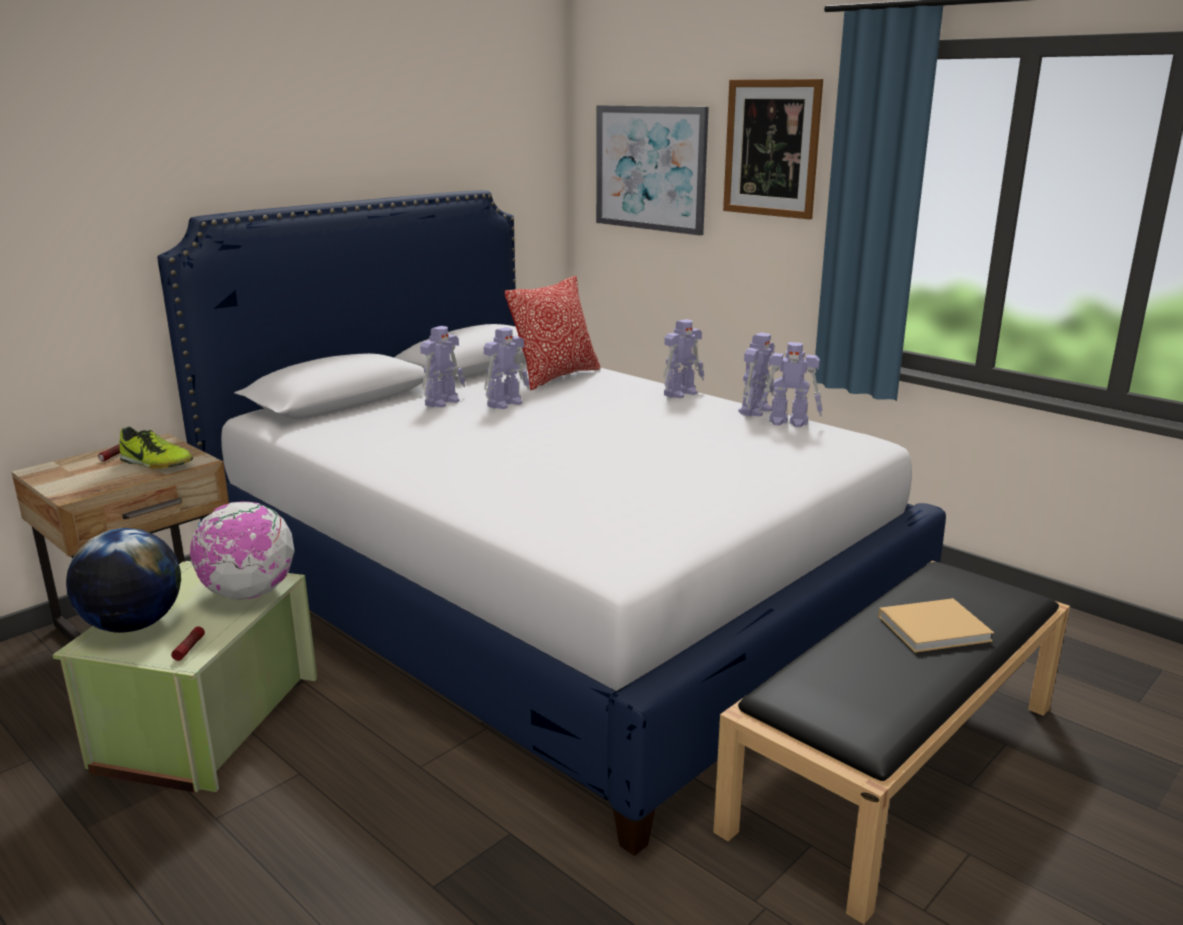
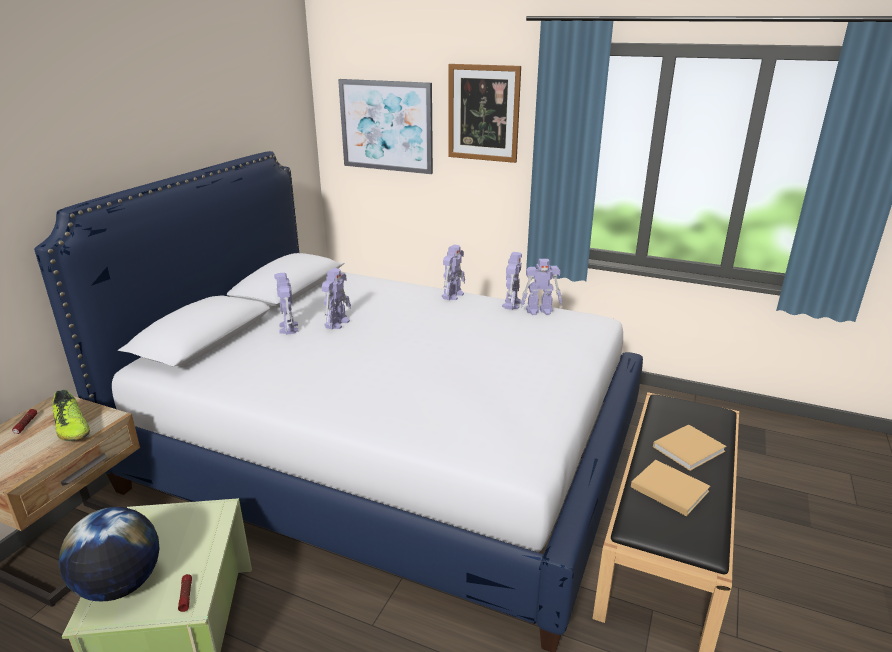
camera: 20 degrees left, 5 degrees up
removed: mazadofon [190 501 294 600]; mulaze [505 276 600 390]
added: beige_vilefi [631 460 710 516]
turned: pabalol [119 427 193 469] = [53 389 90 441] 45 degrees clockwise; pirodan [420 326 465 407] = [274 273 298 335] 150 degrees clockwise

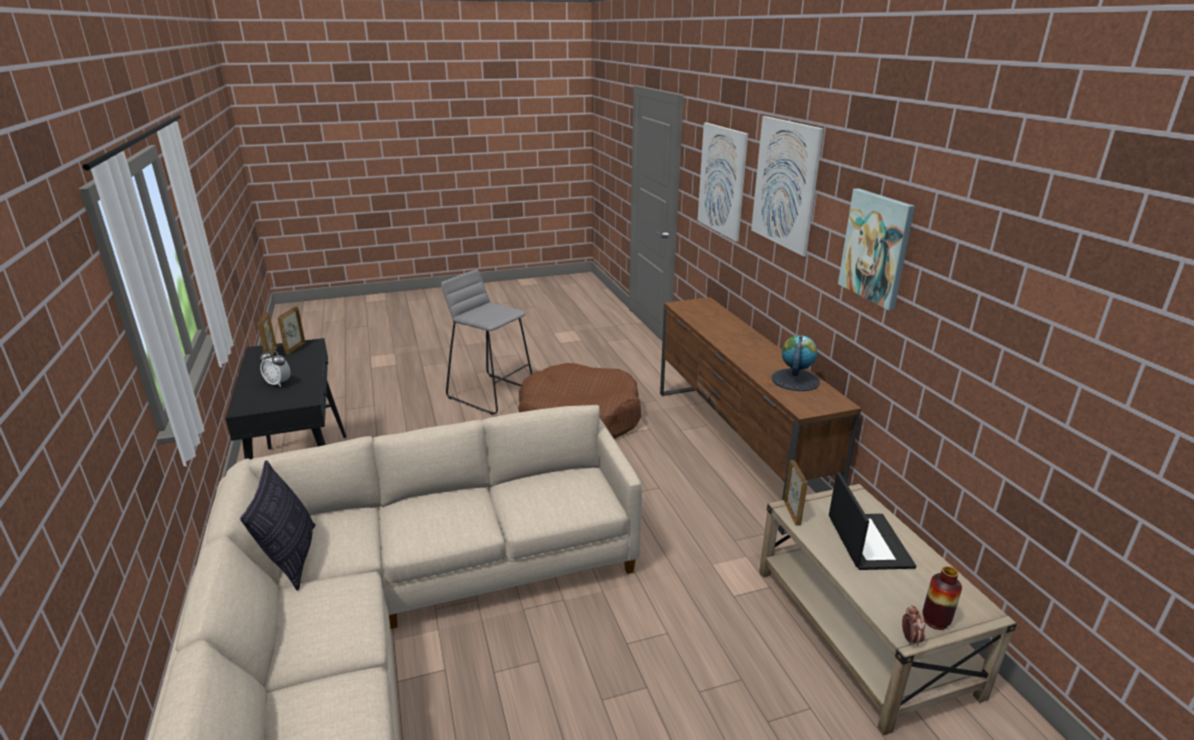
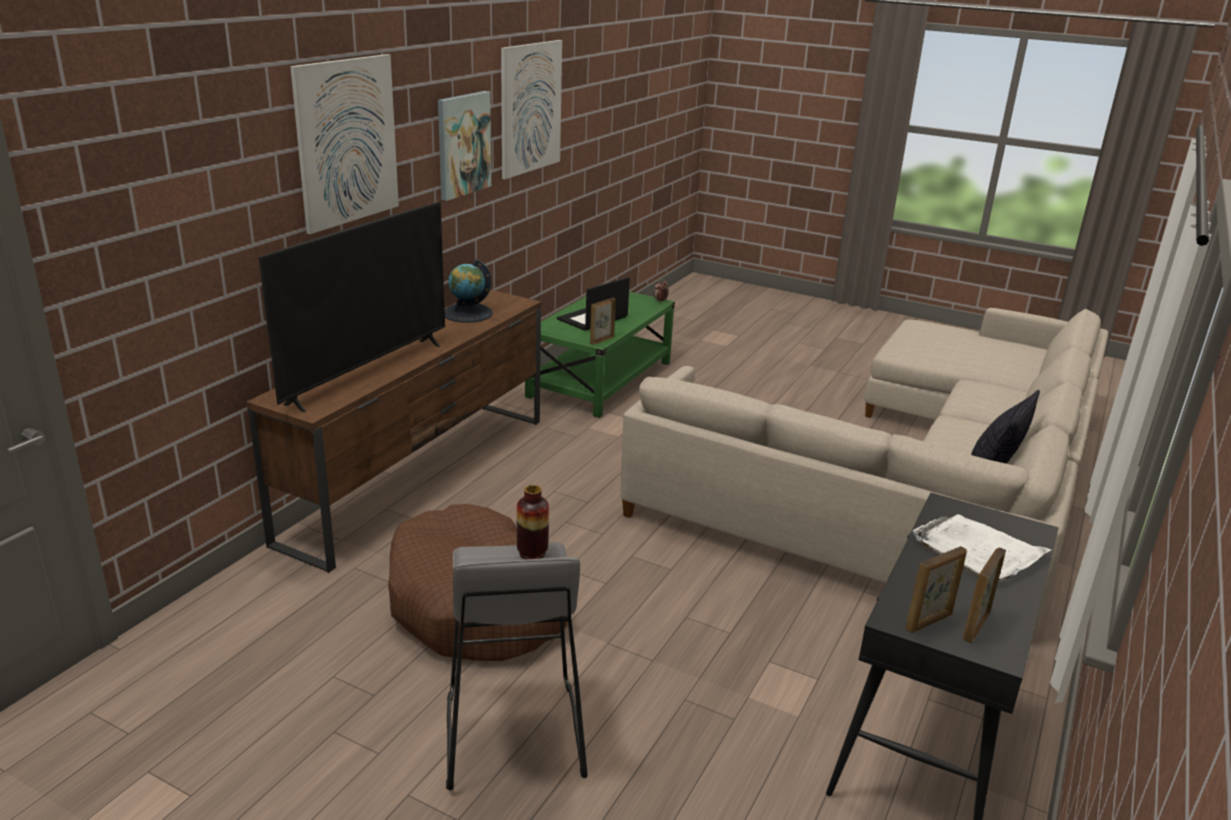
camera: 135 degrees left, 0 degrees up
added: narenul [259 202 445 412]
moved: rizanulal [698 123 748 242] to [501 40 562 179]; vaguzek [922 566 962 630] to [517 485 549 559]
replaced: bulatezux [259 349 291 387] to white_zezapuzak [912 514 1052 581]
recoloured: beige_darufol [759 484 1017 735] to green_darufol [525 292 675 418]

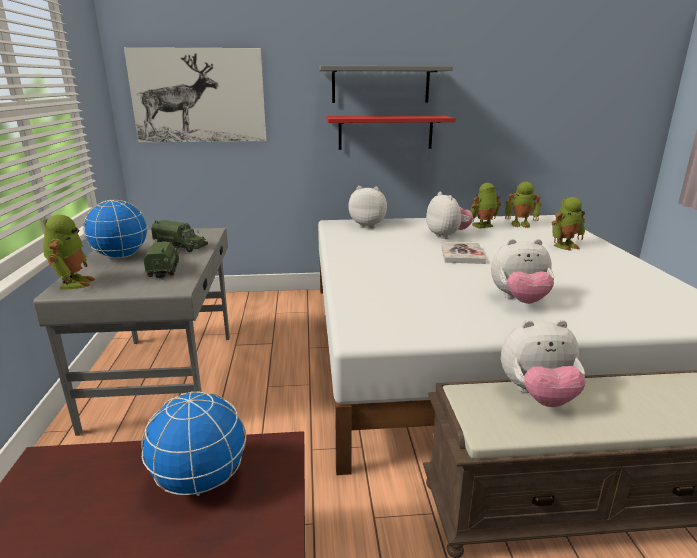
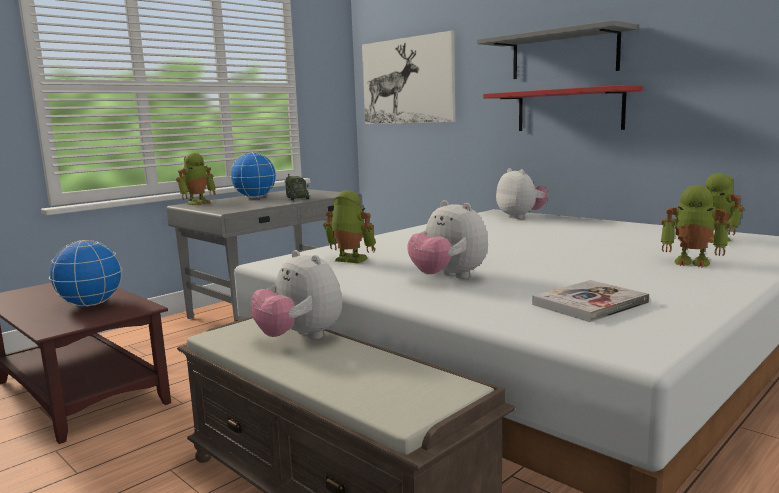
camera: 50 degrees right, 10 degrees down
removed: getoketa [143 241 179 279]; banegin [426 192 473 239]
moved: vilefi [442 242 486 264] to [532 280 649 322]; pirodan [471 183 501 229] to [323 190 376 263]

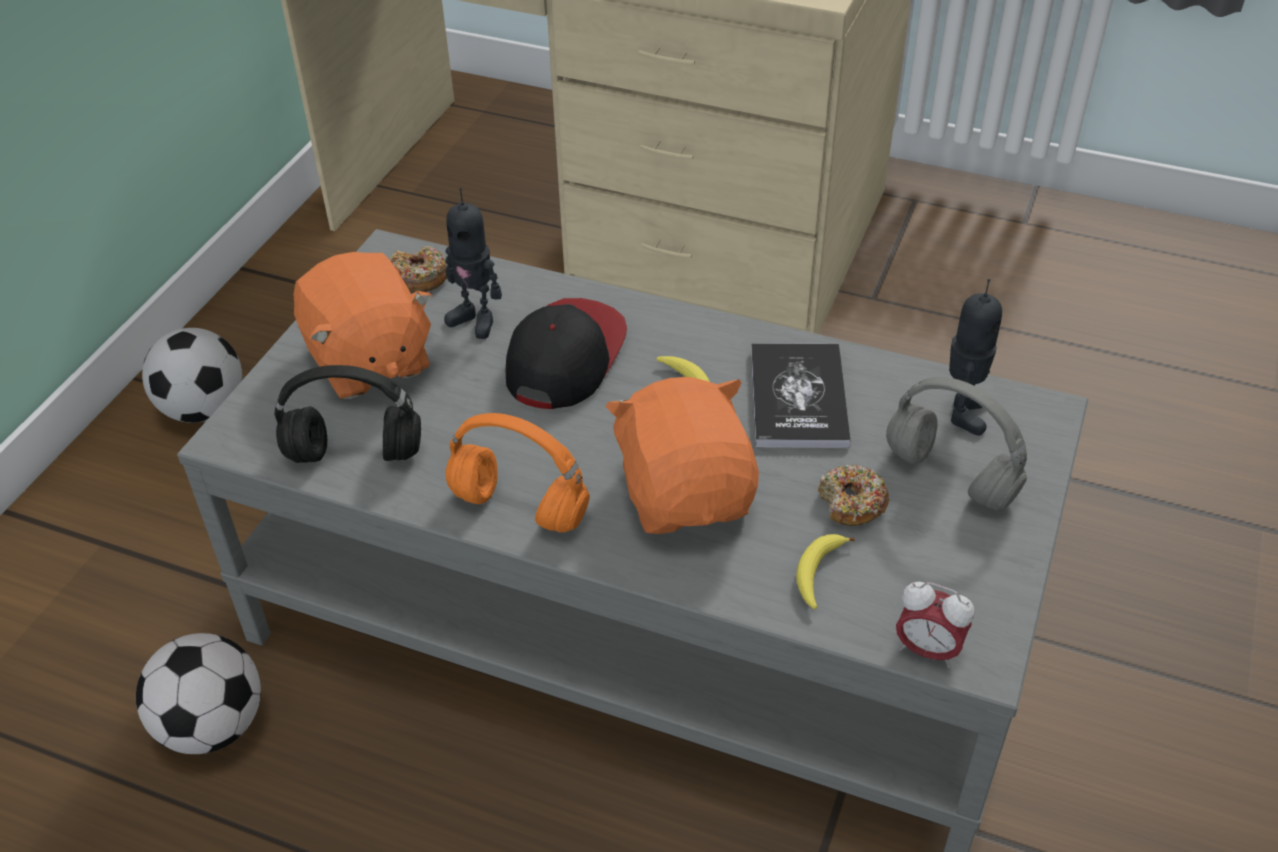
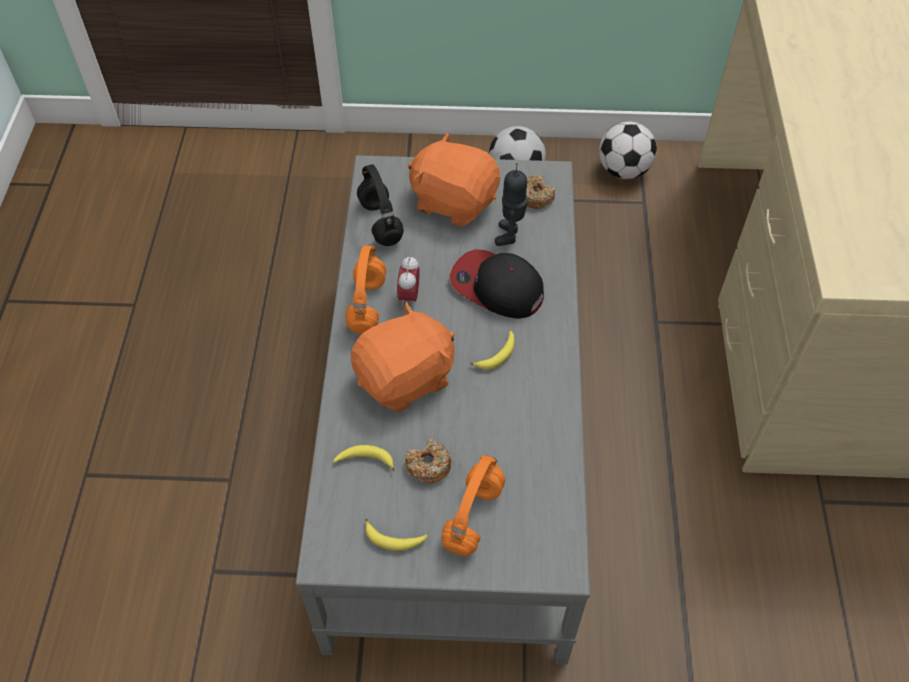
camera: 70 degrees right, 10 degrees up
removed: vilefi [751 343 851 448]; pirodan [949 279 1002 436]
added: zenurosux [365 518 428 551]
moved: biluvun [136 633 261 754] to [599 122 657 179]; bulatezux [896 582 974 668] to [397 256 420 307]
recoloured: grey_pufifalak [886 377 1027 509] to orange_pufifalak [441 455 505 556]
turned: orange_banegin [293 252 432 399] = [408 132 500 227] 75 degrees clockwise; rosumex [506 298 627 409] = [450 249 544 319] 150 degrees counterclockwise

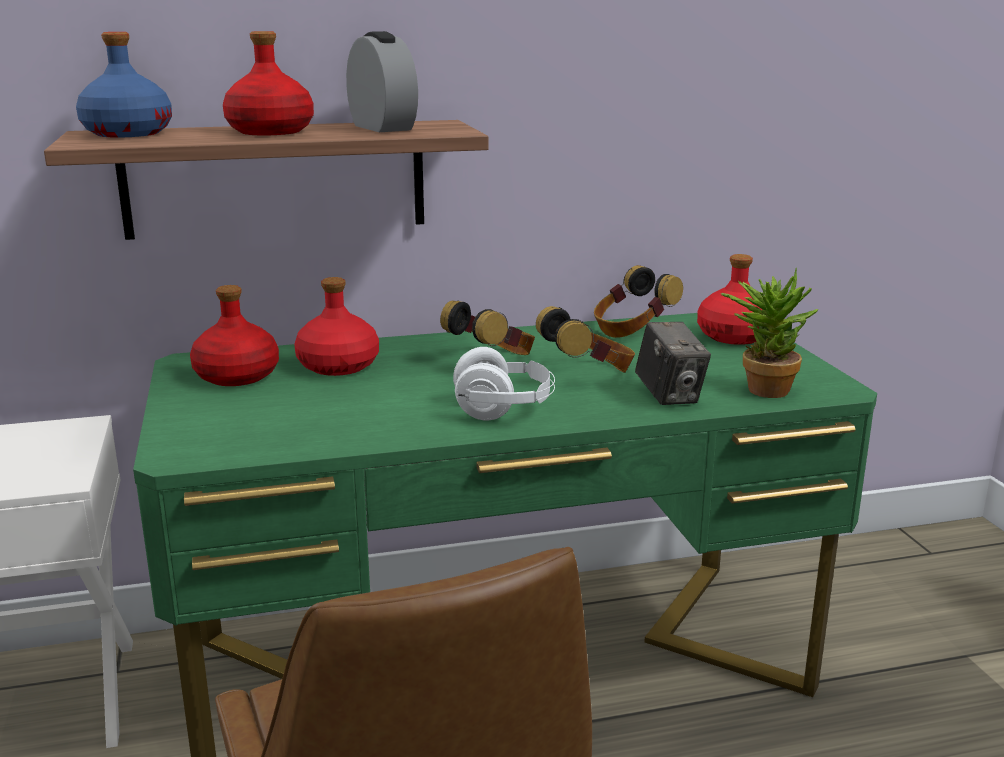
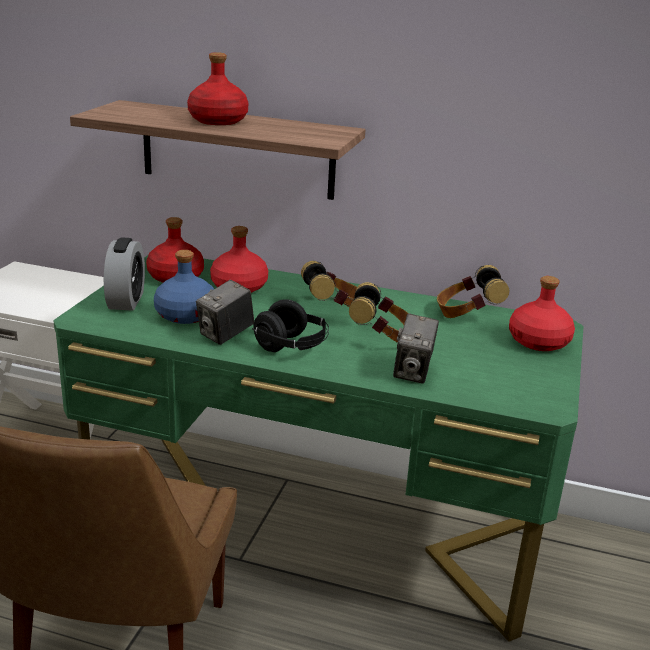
camera: 30 degrees right, 5 degrees up
removed: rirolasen [721 267 819 398]
added: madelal [196 280 254 345]
moved: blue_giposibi [76 32 172 138] to [154 250 214 324]; bulatezux [346 31 418 132] to [104 238 145 311]
recoloured: white_pufifalak [453 347 555 421] to black_pufifalak [252 299 329 352]

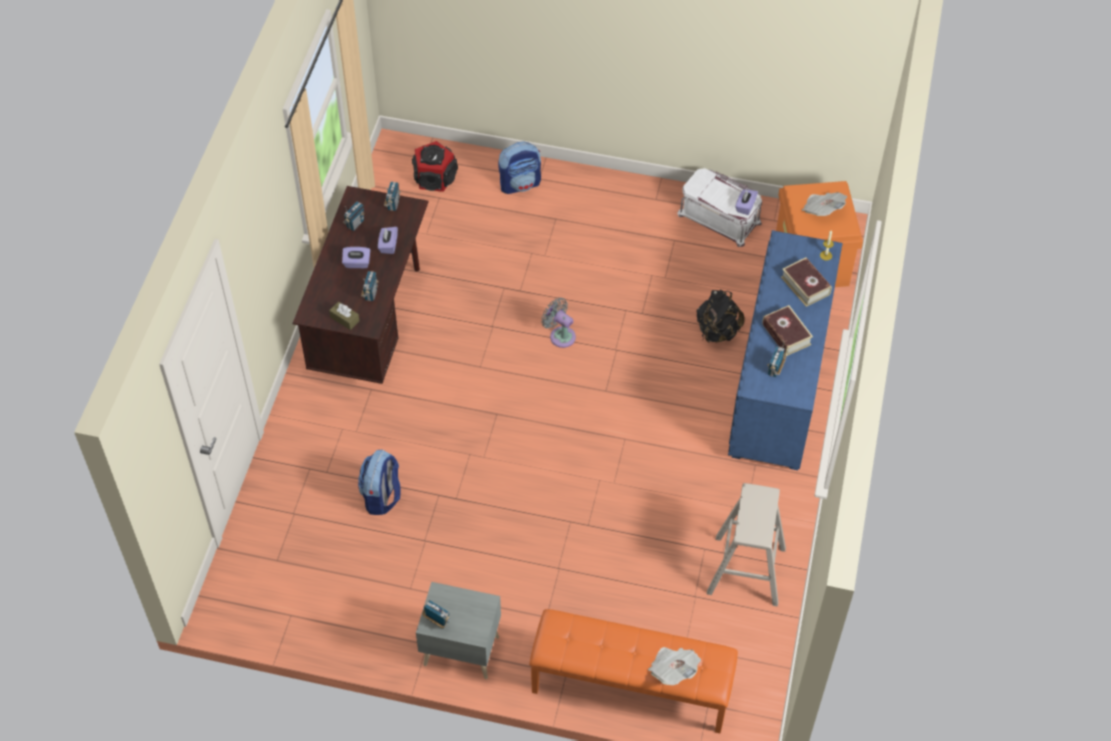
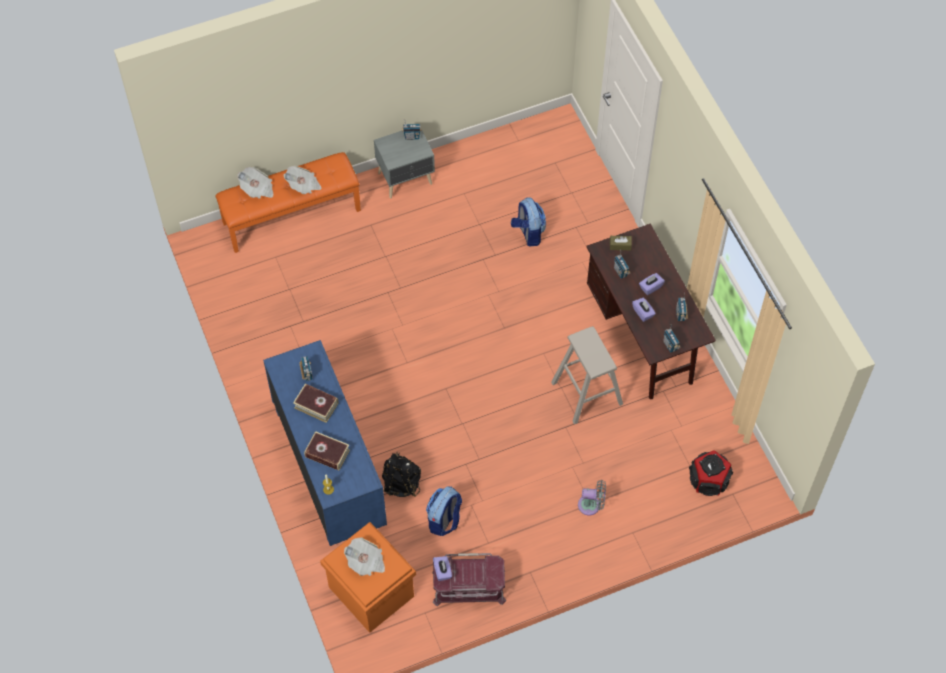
camera: 145 degrees right, 5 degrees up
added: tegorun [283 166 322 194]
moved: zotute [498 141 541 194] to [426 486 462 536]; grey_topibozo [541 298 576 348] to [578 480 606 515]; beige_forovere [707 483 786 607] to [551 326 623 424]
recoloured: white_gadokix [677 168 762 247] to red_gadokix [432 553 506 606]

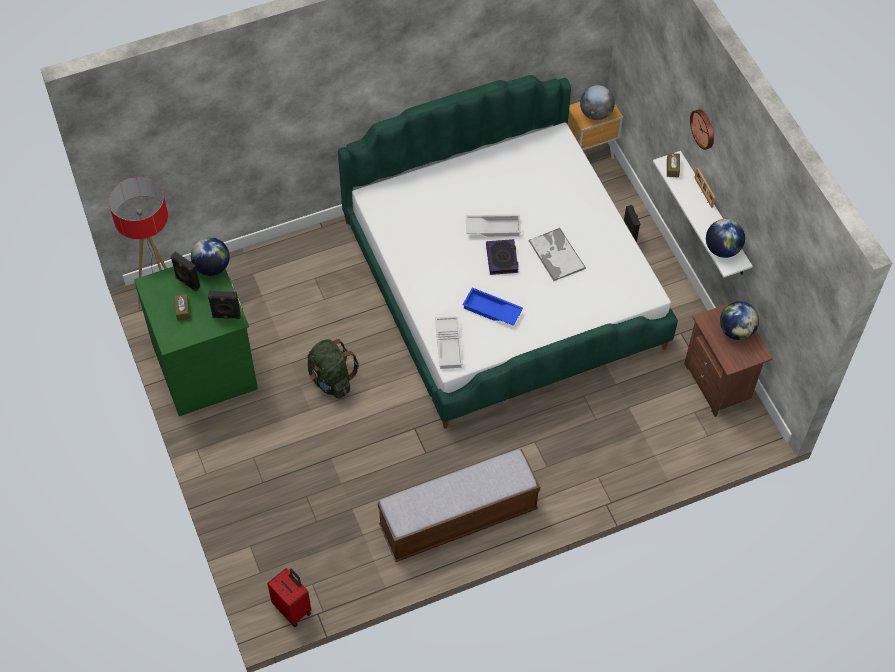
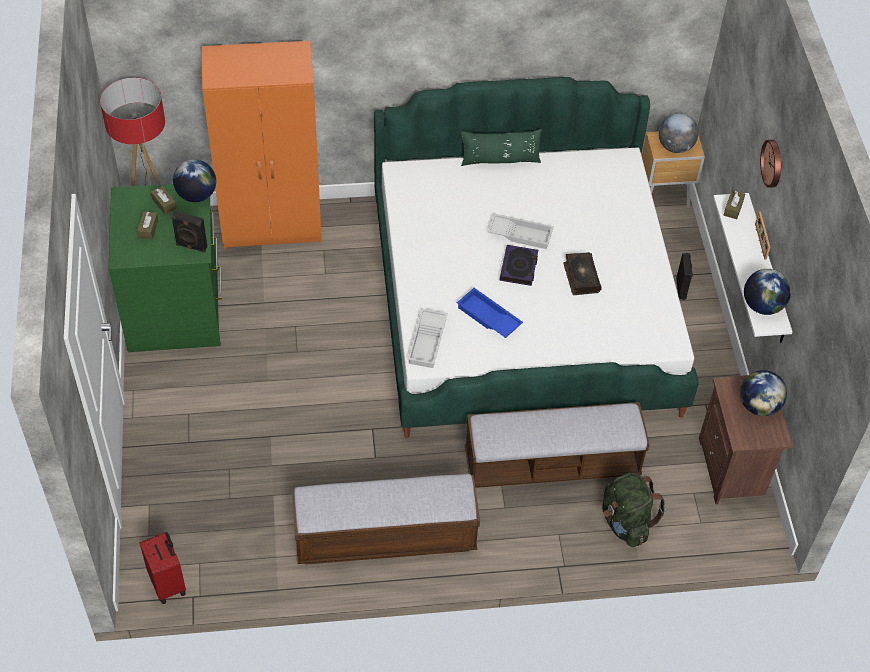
camera: 15 degrees right, 5 degrees down
added: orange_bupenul [202 41 322 248]; green_mulaze [461 129 542 166]; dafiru [465 402 649 488]
moved: green_zotute [308 339 359 399] to [602 473 666 547]
replaced: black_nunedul [170 252 200 291] to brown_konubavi [151 186 177 215]; zezapuzak [529 227 586 281] to vilefi [563 252 602 295]

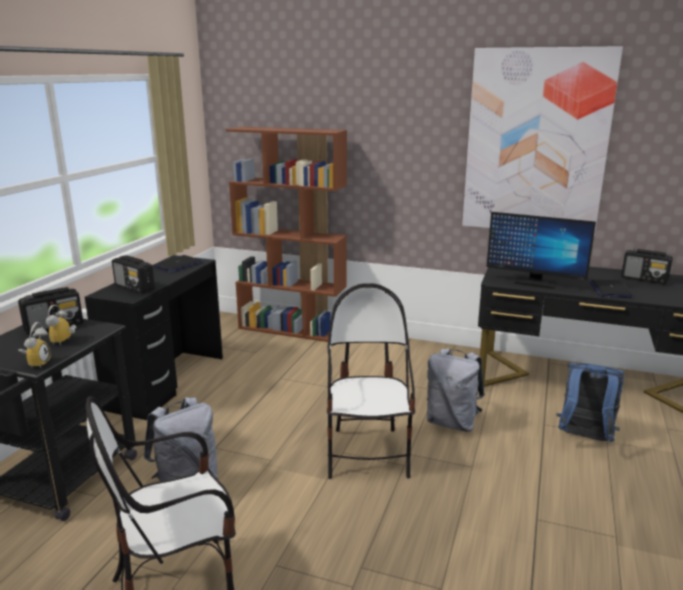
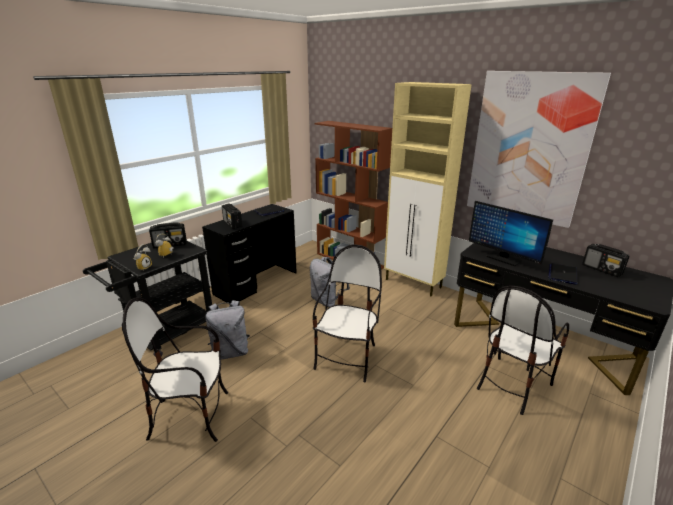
camera: 20 degrees right, 5 degrees up
added: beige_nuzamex [384 82 472 297]
moved: grey_zotute [427 348 484 432] to [310 257 350 307]
replaced: blue_zotute [556 363 625 442] to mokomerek [477 286 569 415]

